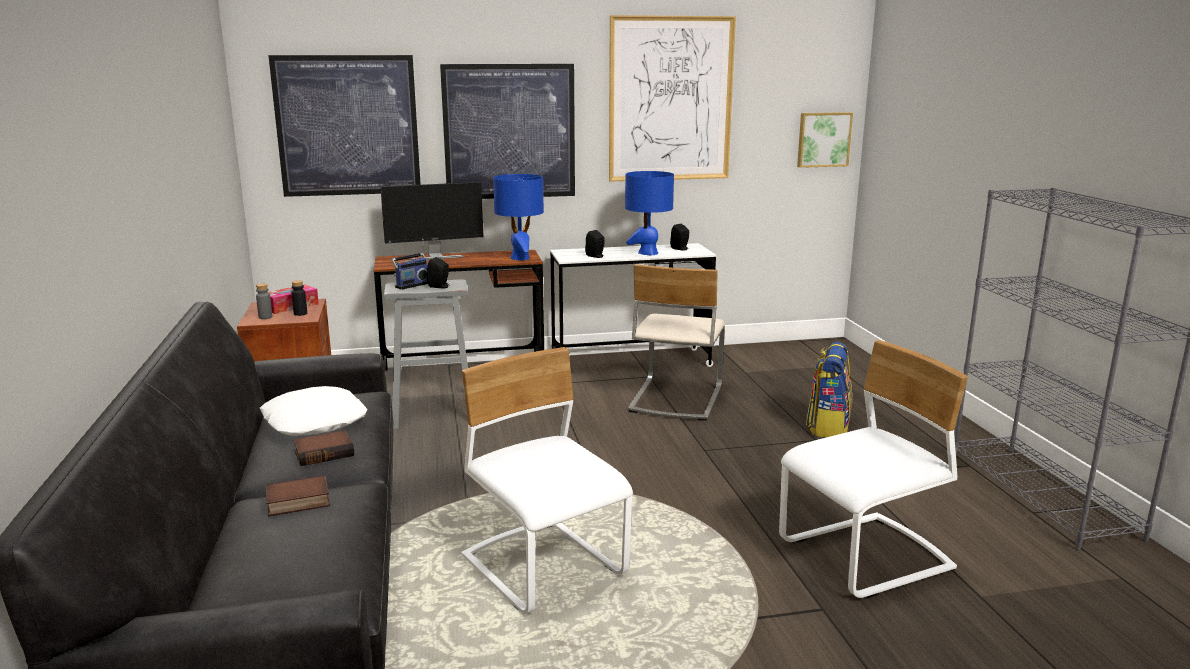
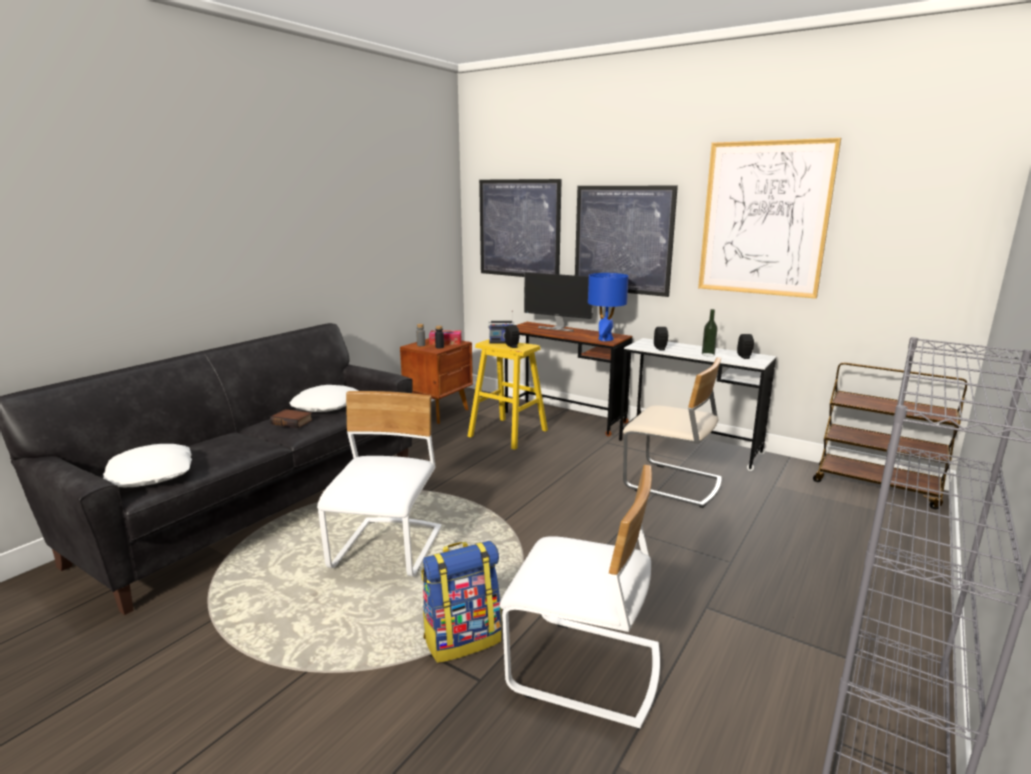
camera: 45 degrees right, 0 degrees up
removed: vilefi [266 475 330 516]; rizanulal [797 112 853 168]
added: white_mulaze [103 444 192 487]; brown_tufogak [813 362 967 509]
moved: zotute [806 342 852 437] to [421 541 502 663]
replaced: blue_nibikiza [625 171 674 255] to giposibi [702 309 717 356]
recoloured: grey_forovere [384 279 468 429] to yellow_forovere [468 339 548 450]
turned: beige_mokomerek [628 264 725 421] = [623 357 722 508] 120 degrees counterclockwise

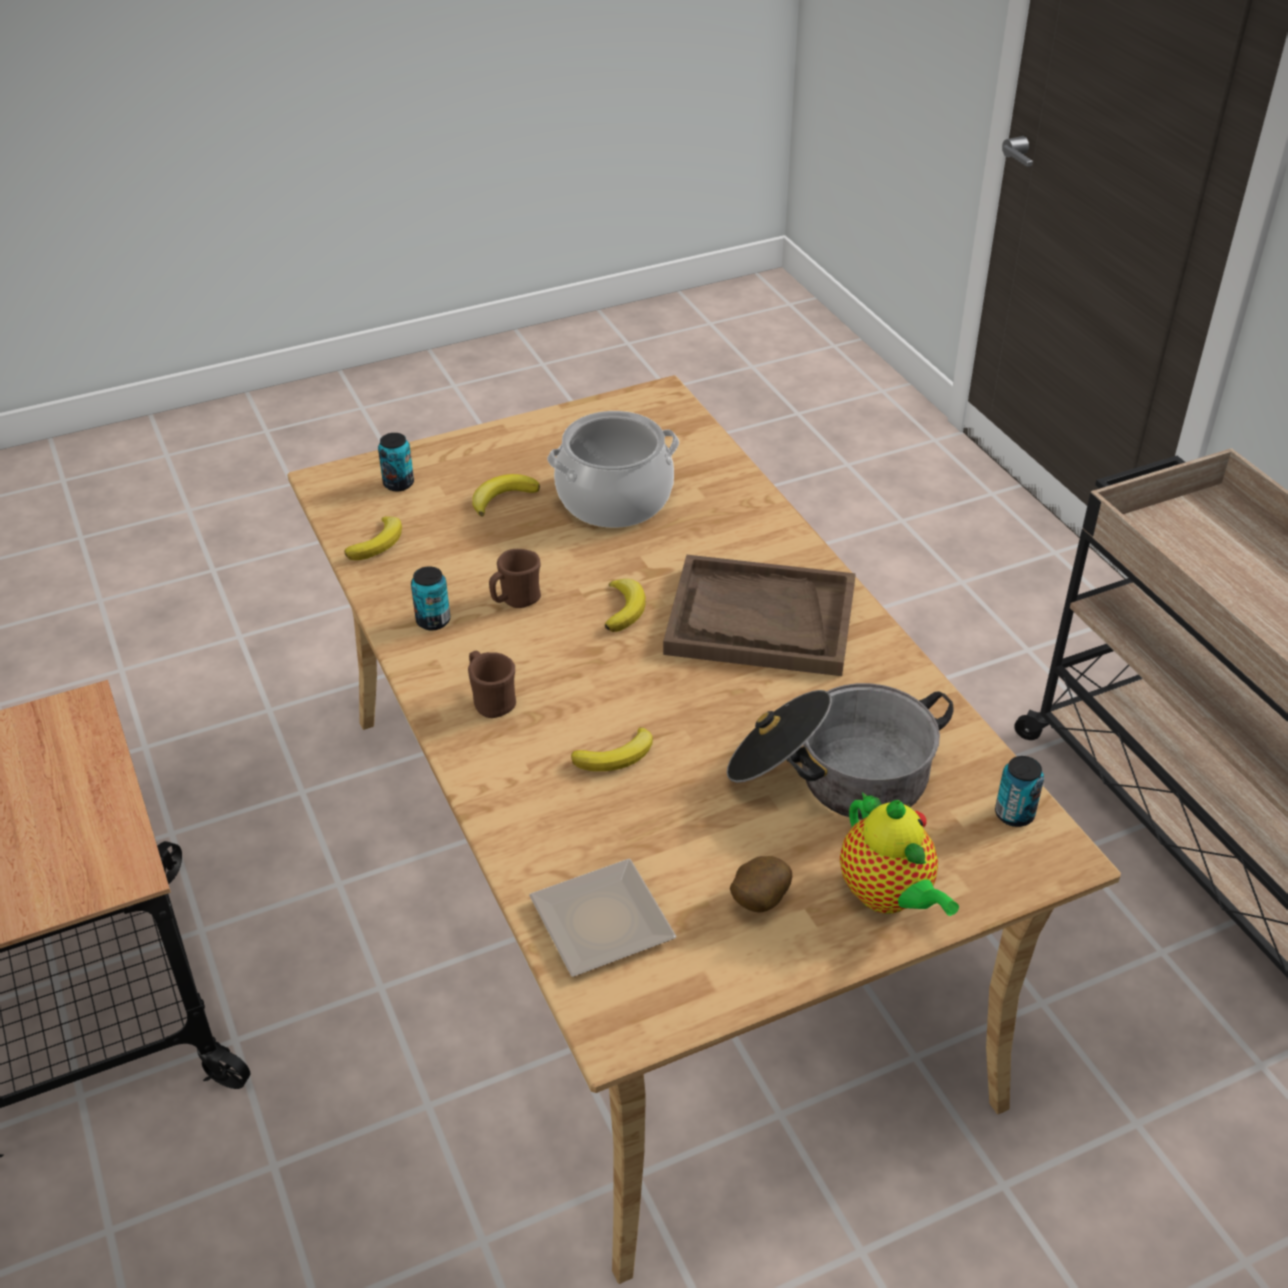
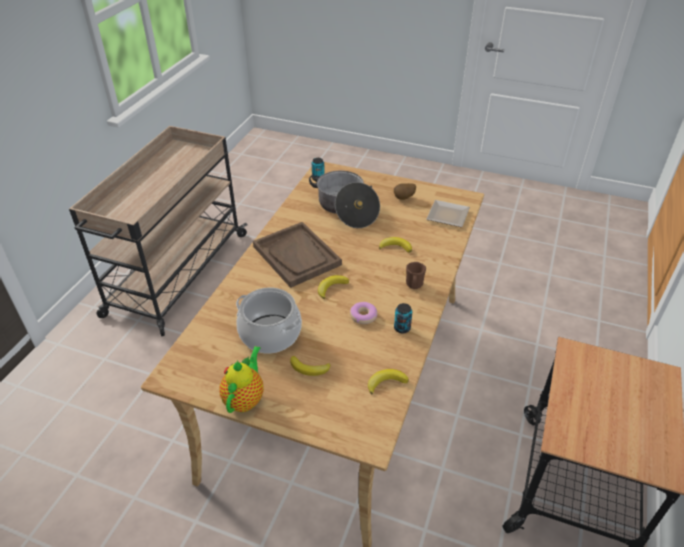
camera: 135 degrees left, 0 degrees up
removed: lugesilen [378 433 414 491]
moved: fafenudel [840 792 959 916] to [220 346 264 413]
replaced: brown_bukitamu [489 549 541 608] to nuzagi [350 302 377 324]

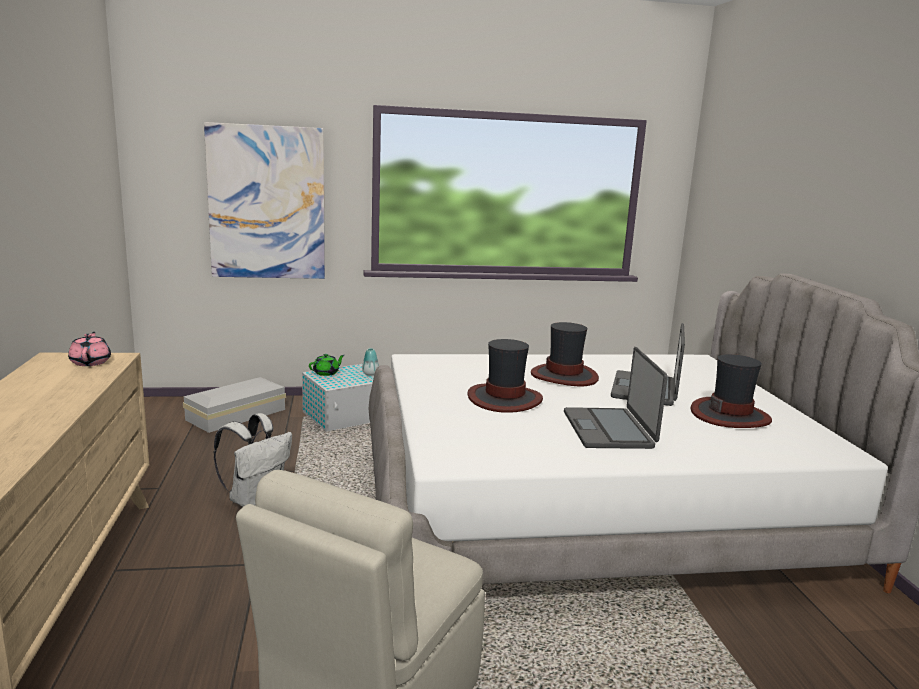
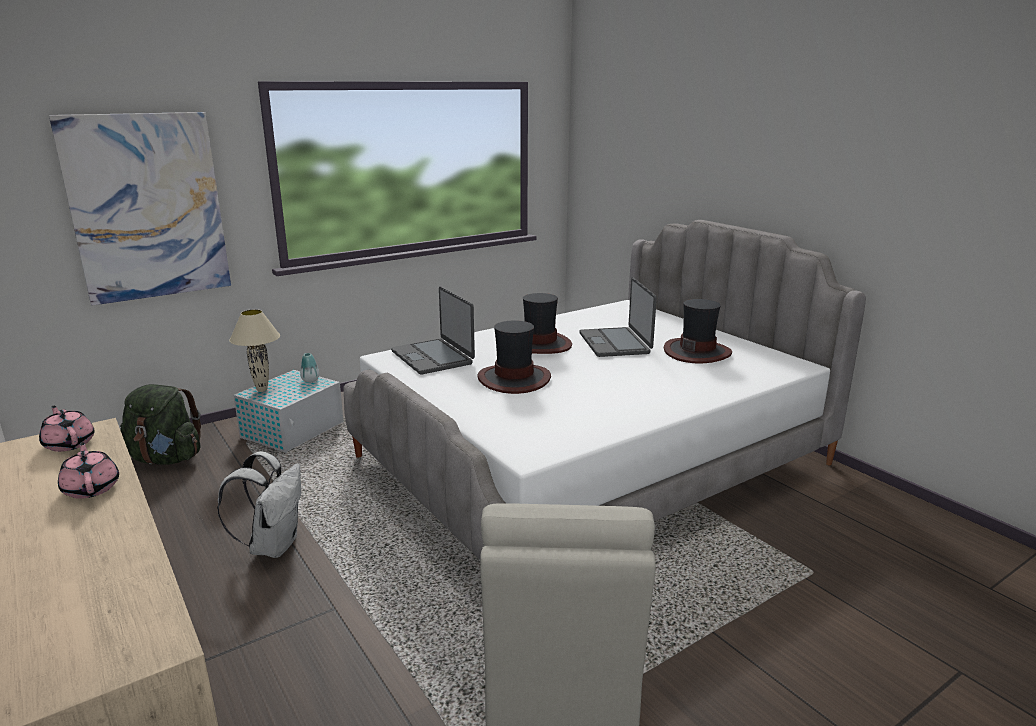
camera: 25 degrees left, 5 degrees up
added: pink_fafenudel [58 442 119 499]
moved: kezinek [564 347 668 449] to [391 286 475 375]
replaced: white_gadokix [183 377 286 433] to green_zotute [120 384 201 465]; green_fafenudel [309 354 344 376] to beige_nibikiza [229 309 280 392]

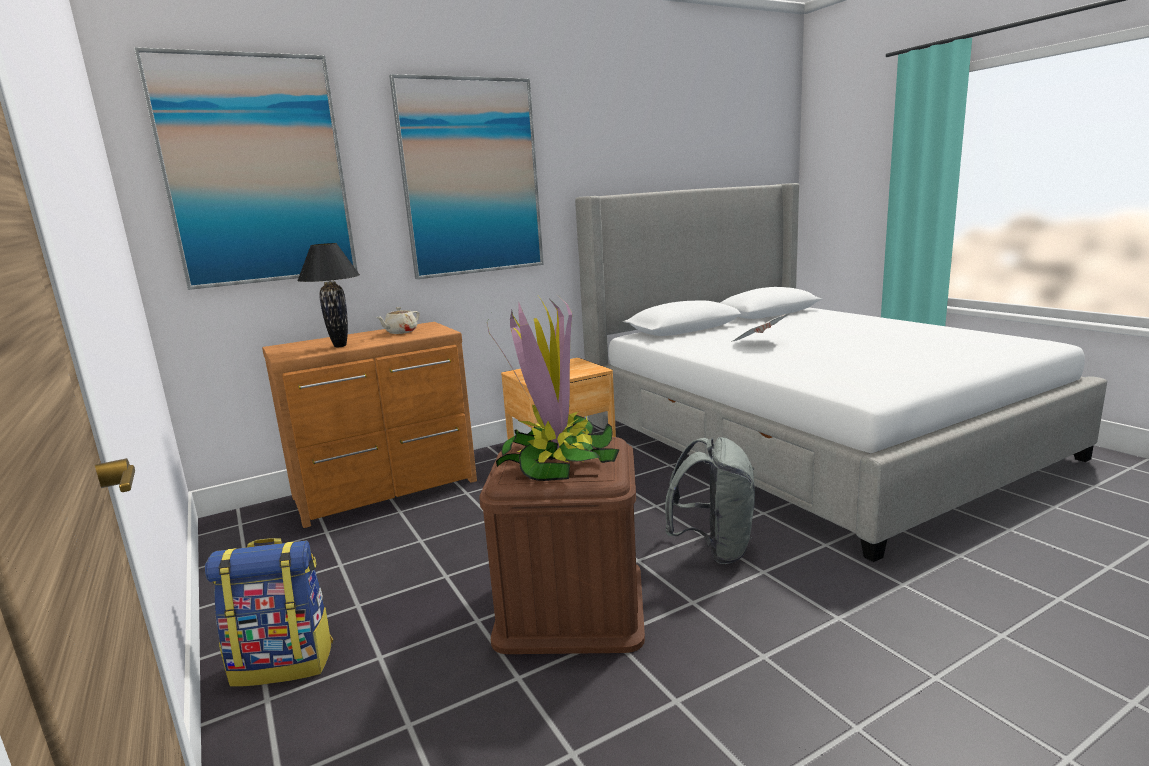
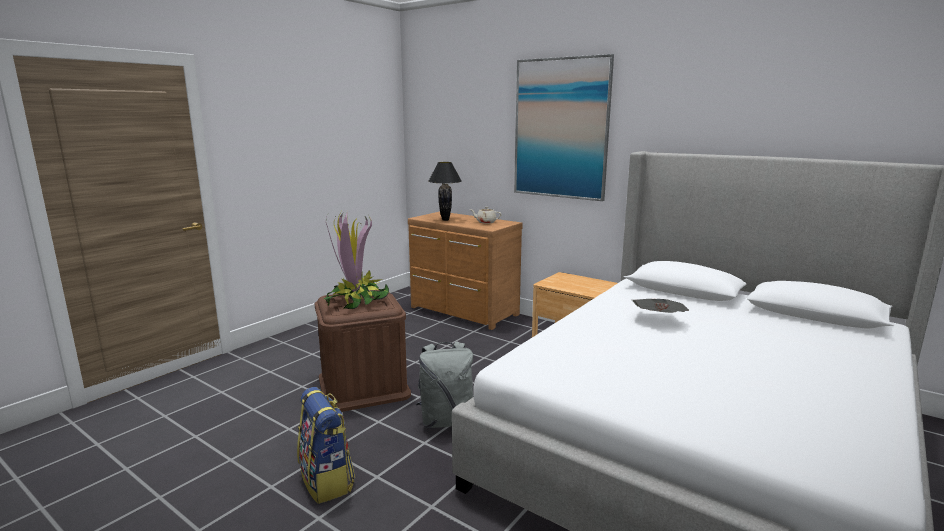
camera: 65 degrees right, 0 degrees up
removed: rizanulal [134 47 358 290]
moved: zotute [205 538 333 686] to [297 387 355 504]

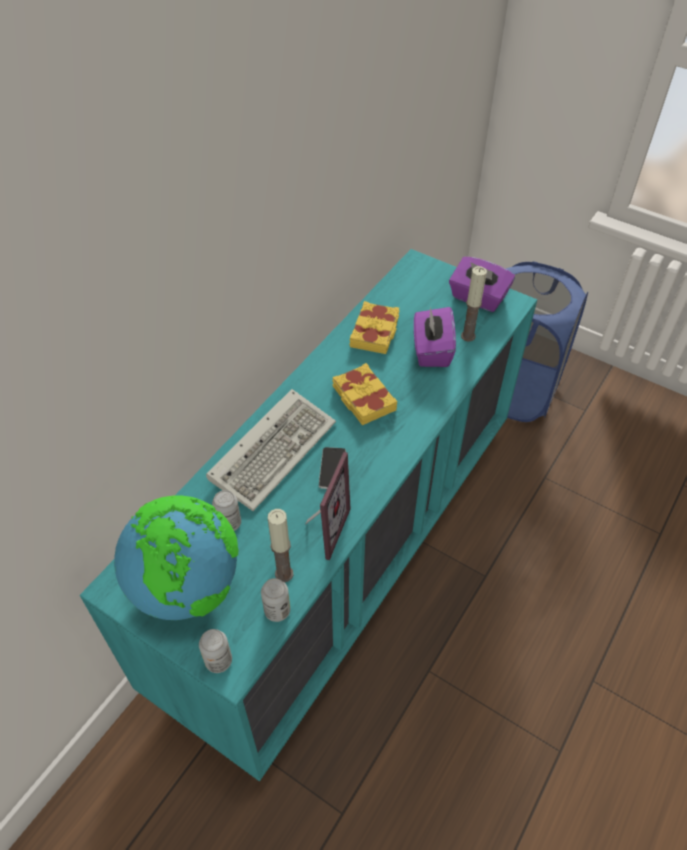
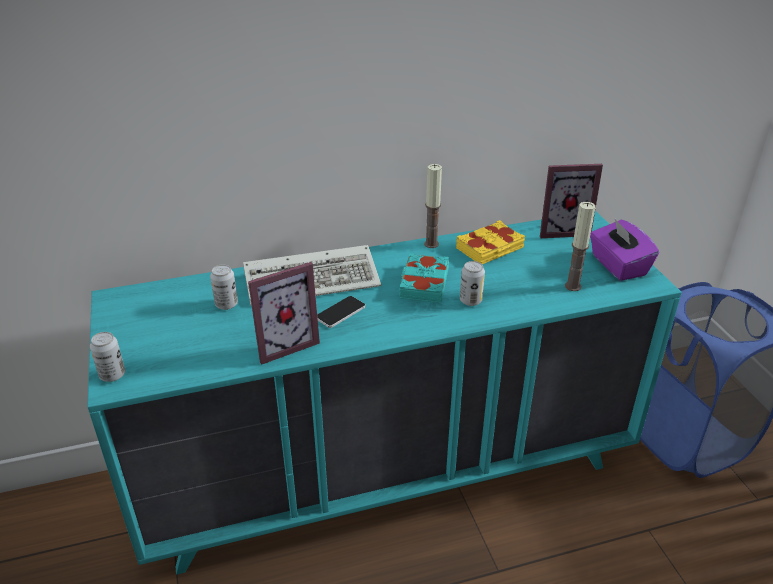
camera: 40 degrees right, 15 degrees down
removed: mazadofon [114 496 238 620]; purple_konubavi [414 307 456 367]
added: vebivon [540 164 603 238]
moved: lugesilen [261 578 290 622] to [460 261 485 306]; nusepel [268 509 293 582] to [424 164 442 248]
recoloured: yellow_vilefi [332 363 397 425] to turquoise_vilefi [399 253 449 303]

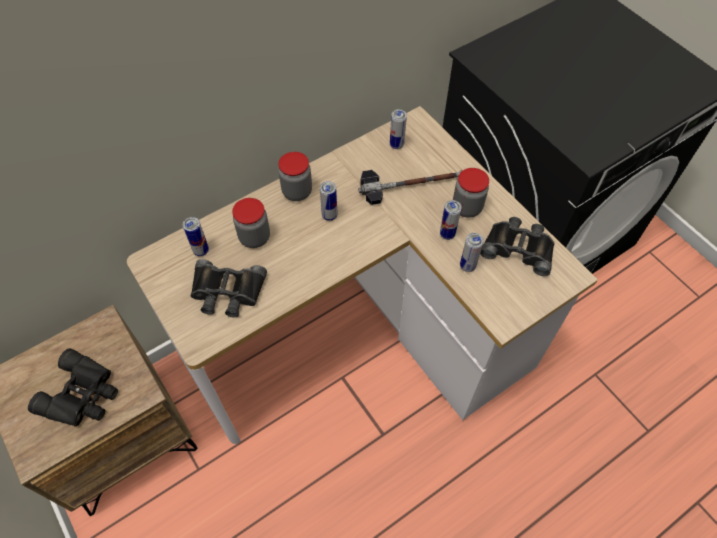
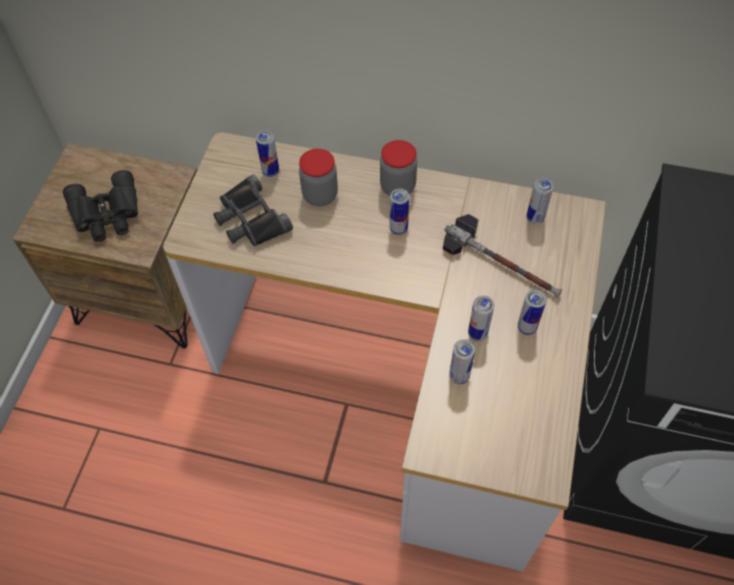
camera: 50 degrees right, 0 degrees up
removed: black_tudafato [480 217 555 276]
replaced: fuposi [453 168 489 218] to lugesilen [518 289 547 335]

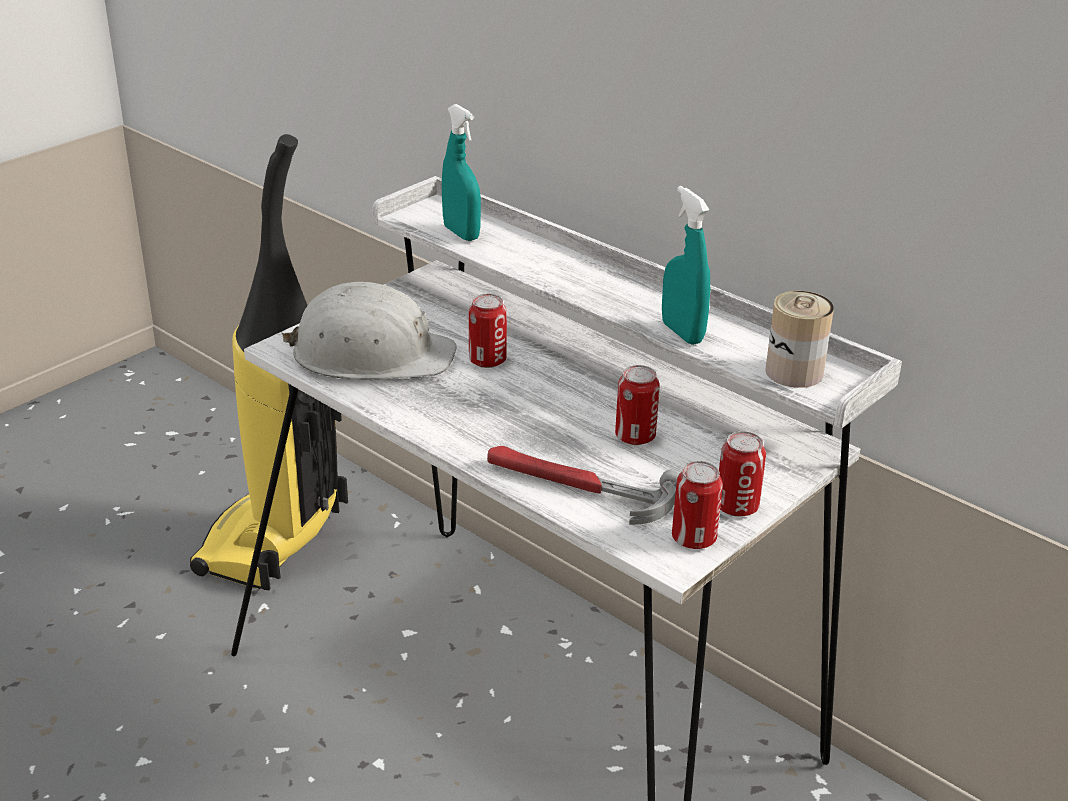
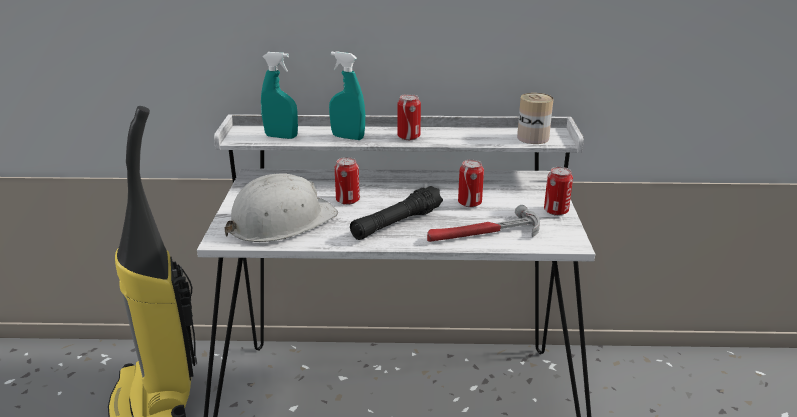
camera: 40 degrees left, 5 degrees down
added: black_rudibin [350 186 443 240]
moved: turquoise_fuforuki [662 186 710 345] to [329 51 365 140]; lugesilen [672 461 723 549] to [397 94 421 140]

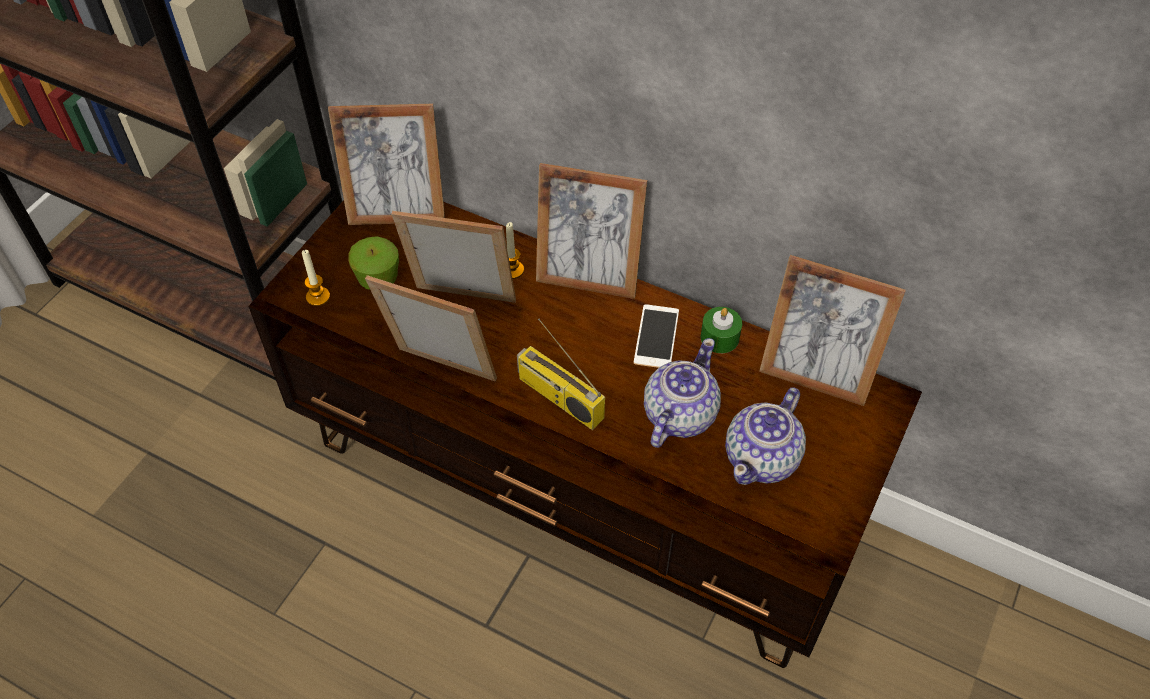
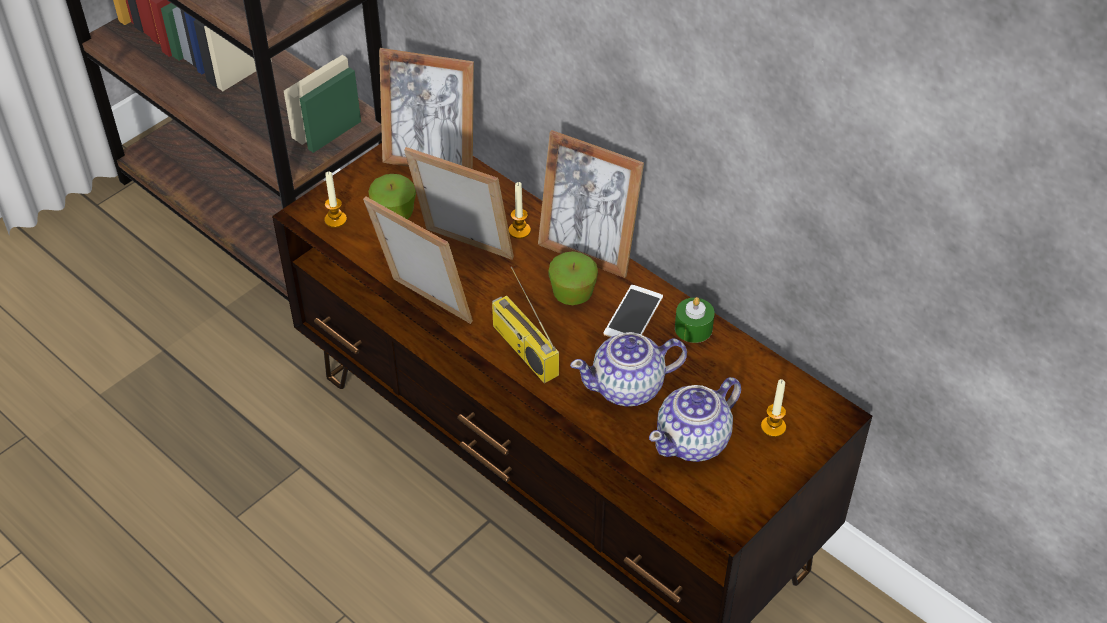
camera: 15 degrees right, 5 degrees down
removed: vebivon [759 255 906 406]
added: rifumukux [549 251 598 305]; nusepel [761 379 786 437]
turned: fafenudel [644 338 721 448] = [570 332 687 407] 150 degrees counterclockwise

